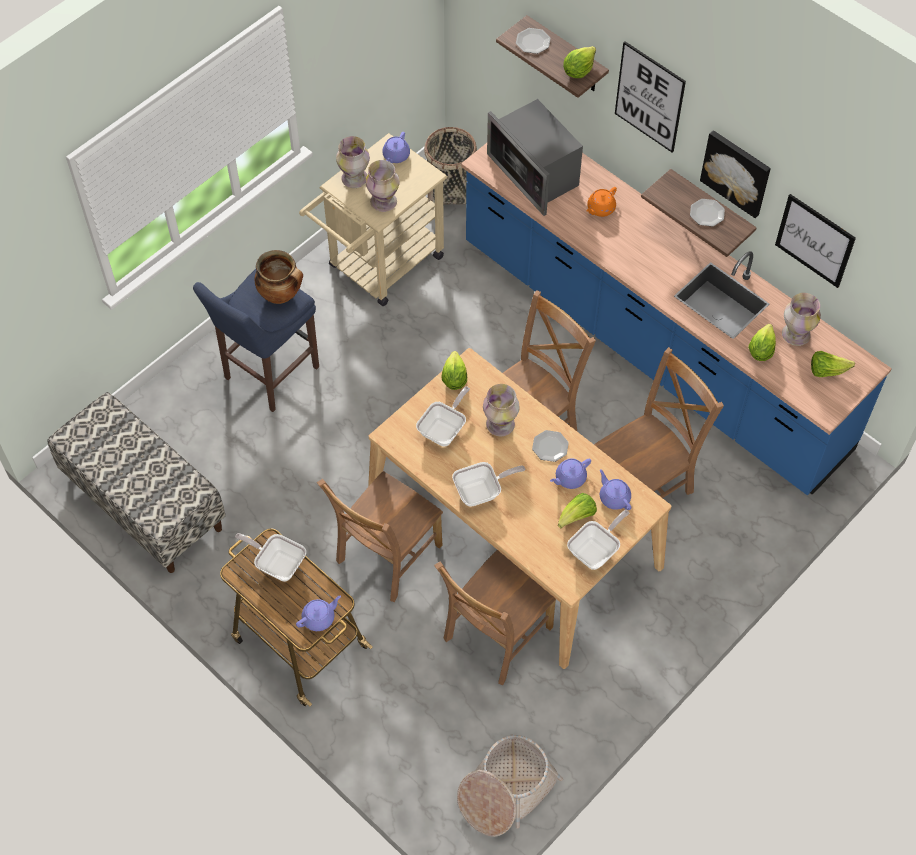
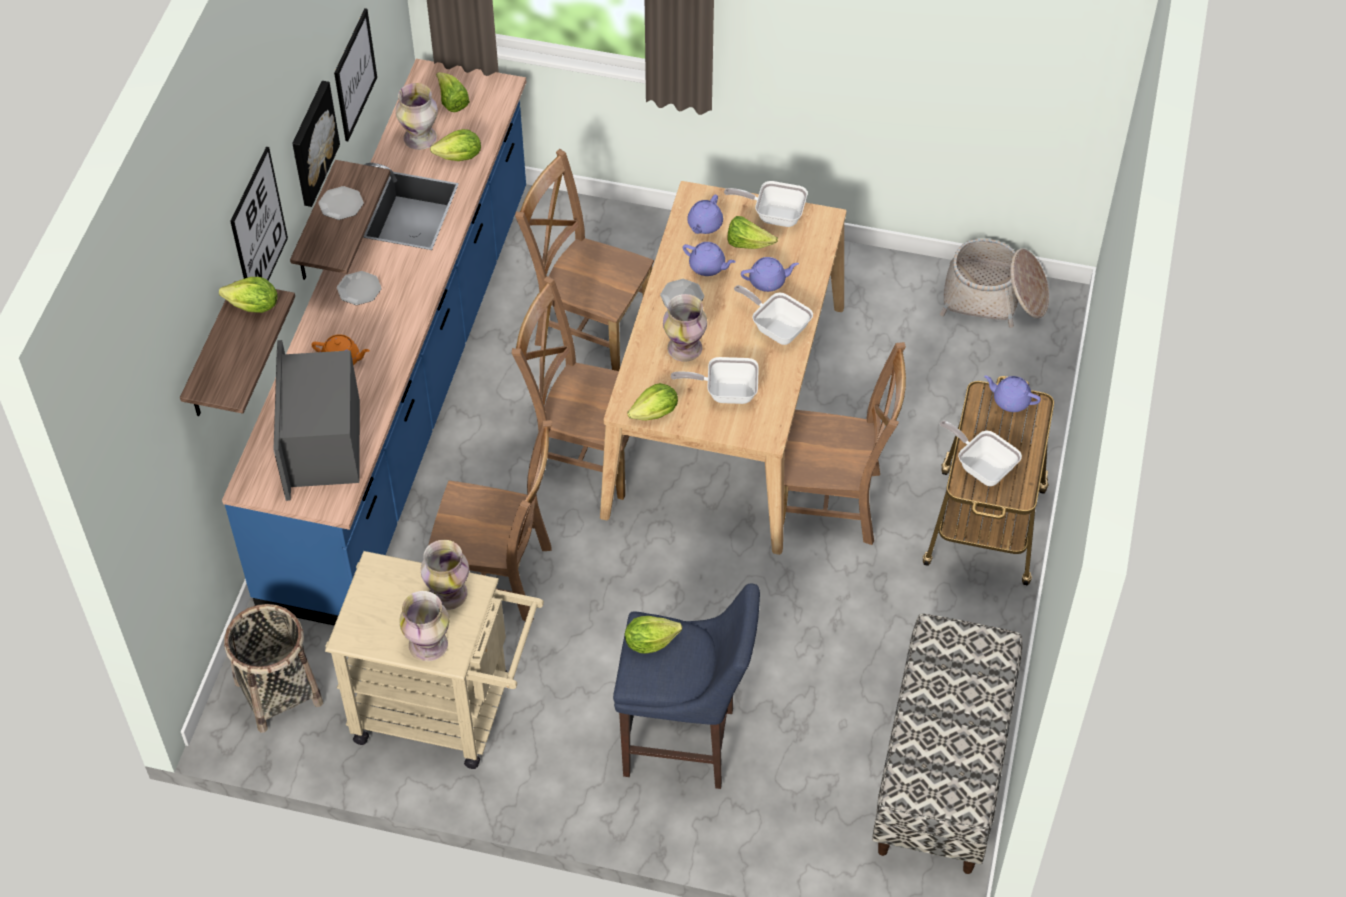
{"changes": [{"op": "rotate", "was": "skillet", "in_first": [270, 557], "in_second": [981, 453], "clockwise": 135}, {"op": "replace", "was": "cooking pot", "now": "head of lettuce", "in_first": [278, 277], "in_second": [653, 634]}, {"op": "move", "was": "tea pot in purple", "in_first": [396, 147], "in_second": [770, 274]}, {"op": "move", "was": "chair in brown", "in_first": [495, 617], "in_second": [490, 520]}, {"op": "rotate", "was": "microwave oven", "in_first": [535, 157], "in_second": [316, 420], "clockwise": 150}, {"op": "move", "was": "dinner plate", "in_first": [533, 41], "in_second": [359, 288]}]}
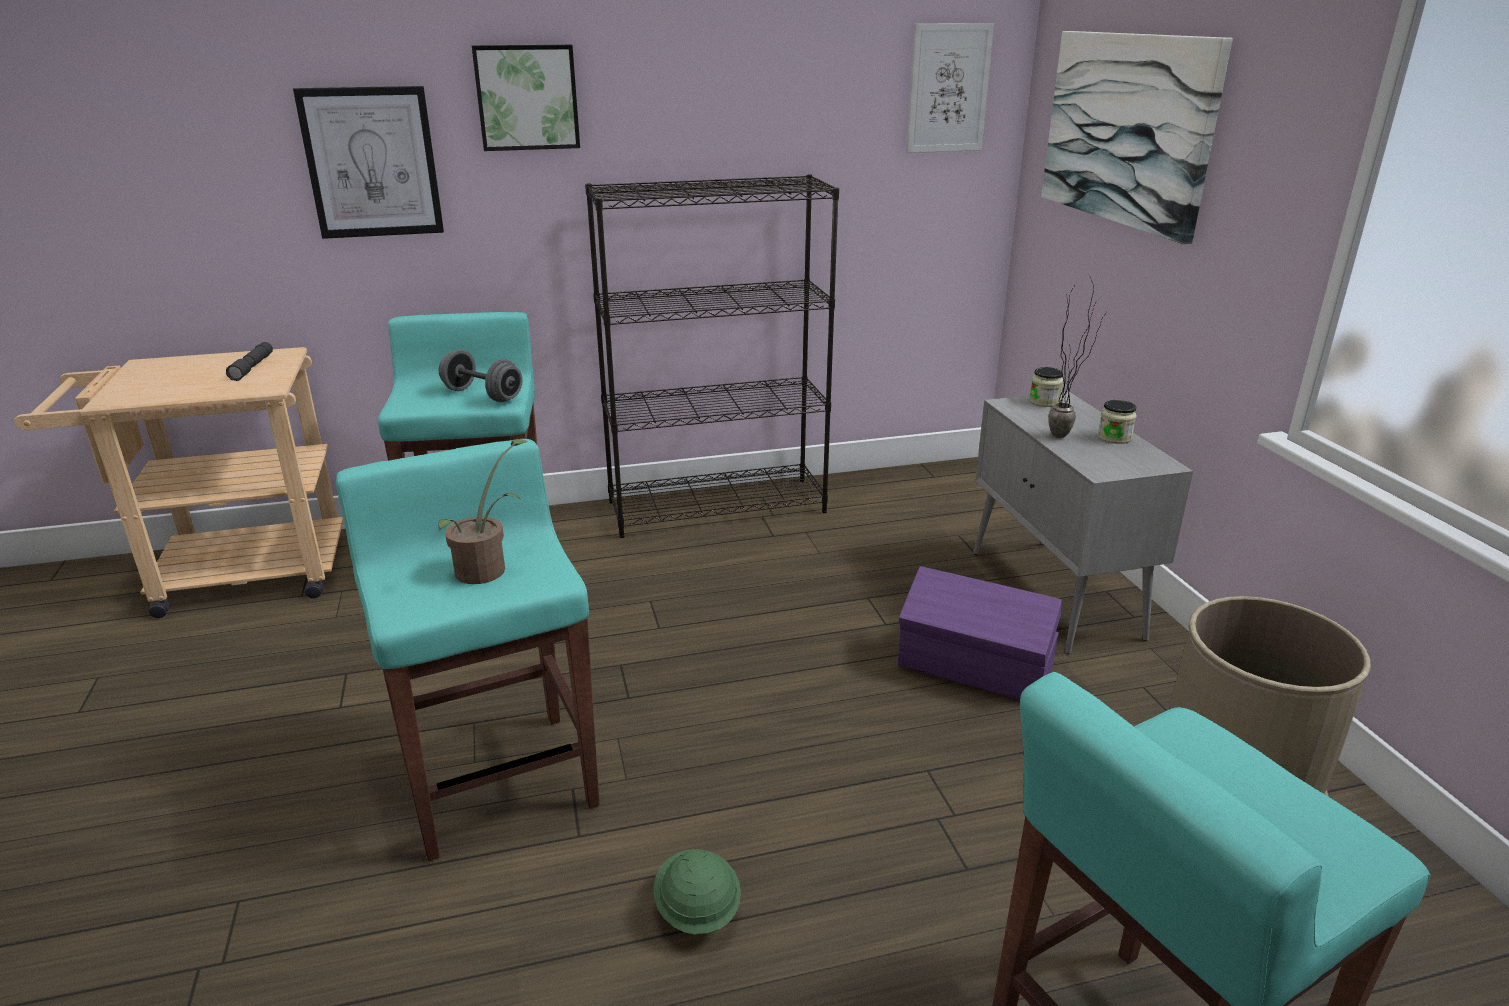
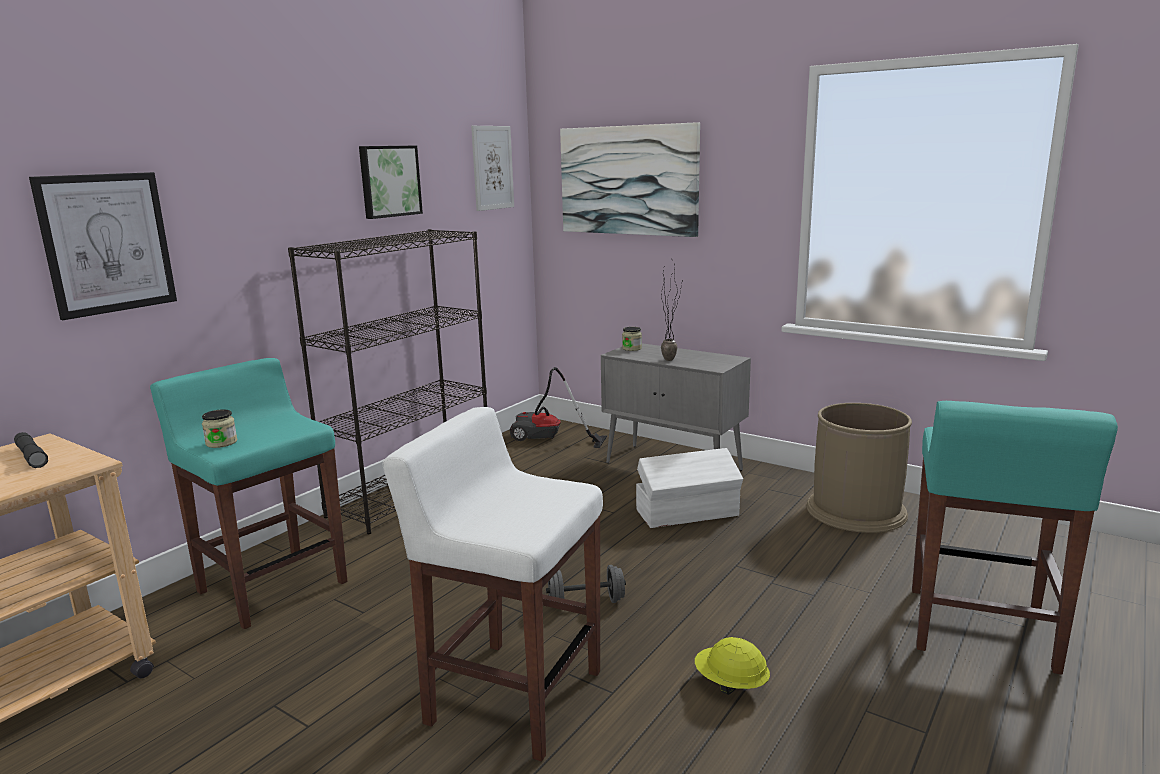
{"changes": [{"op": "recolor", "was": "stool seat in turquoise", "now": "stool seat in white-coloured", "in_first": [468, 650], "in_second": [493, 584]}, {"op": "delete", "was": "houseplant", "in_first": [484, 511]}, {"op": "move", "was": "dumbbell in grey", "in_first": [481, 375], "in_second": [586, 584]}, {"op": "move", "was": "picture", "in_first": [526, 98], "in_second": [391, 182]}, {"op": "recolor", "was": "hard hat in green-coloured", "now": "hard hat in yellow-coloured", "in_first": [697, 892], "in_second": [732, 666]}, {"op": "recolor", "was": "storage box in purple", "now": "storage box in white-coloured", "in_first": [980, 633], "in_second": [689, 488]}, {"op": "move", "was": "jar", "in_first": [1117, 422], "in_second": [219, 428]}, {"op": "insert", "now": "vacuum cleaner", "in_second": [558, 407]}]}
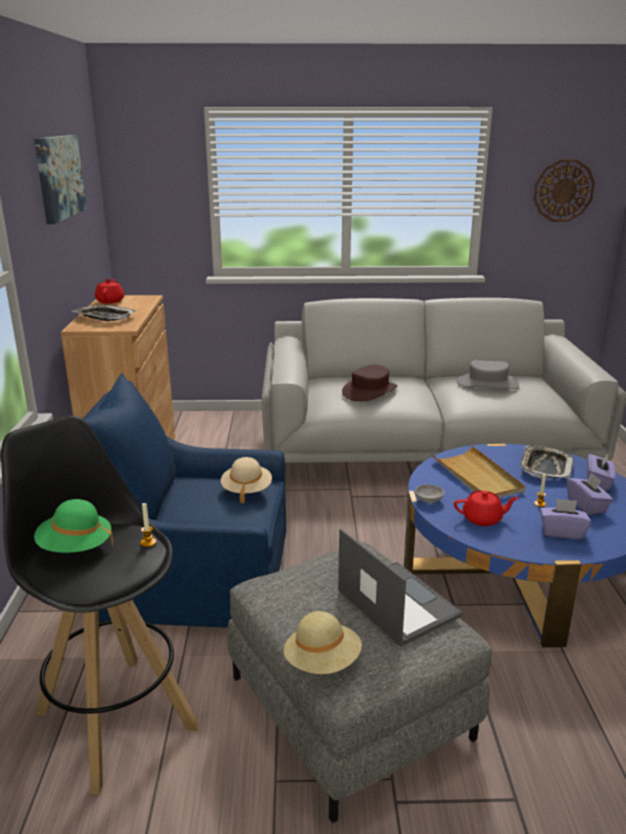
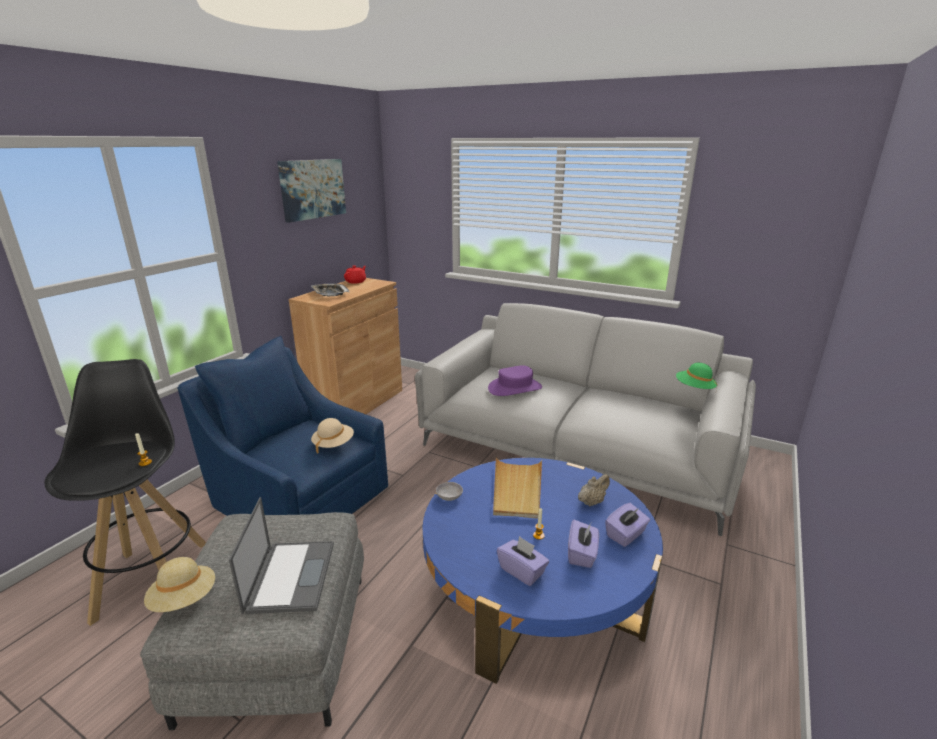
{"changes": [{"op": "move", "was": "hat in green-coloured", "in_first": [74, 526], "in_second": [696, 376]}, {"op": "recolor", "was": "hat in brown", "now": "hat in purple", "in_first": [369, 383], "in_second": [515, 380]}, {"op": "delete", "was": "tea pot in reddish", "in_first": [486, 508]}, {"op": "delete", "was": "hat in grey", "in_first": [488, 374]}, {"op": "replace", "was": "tray", "now": "tea pot in sand-coloured", "in_first": [547, 462], "in_second": [594, 490]}, {"op": "delete", "was": "wall clock", "in_first": [564, 190]}]}
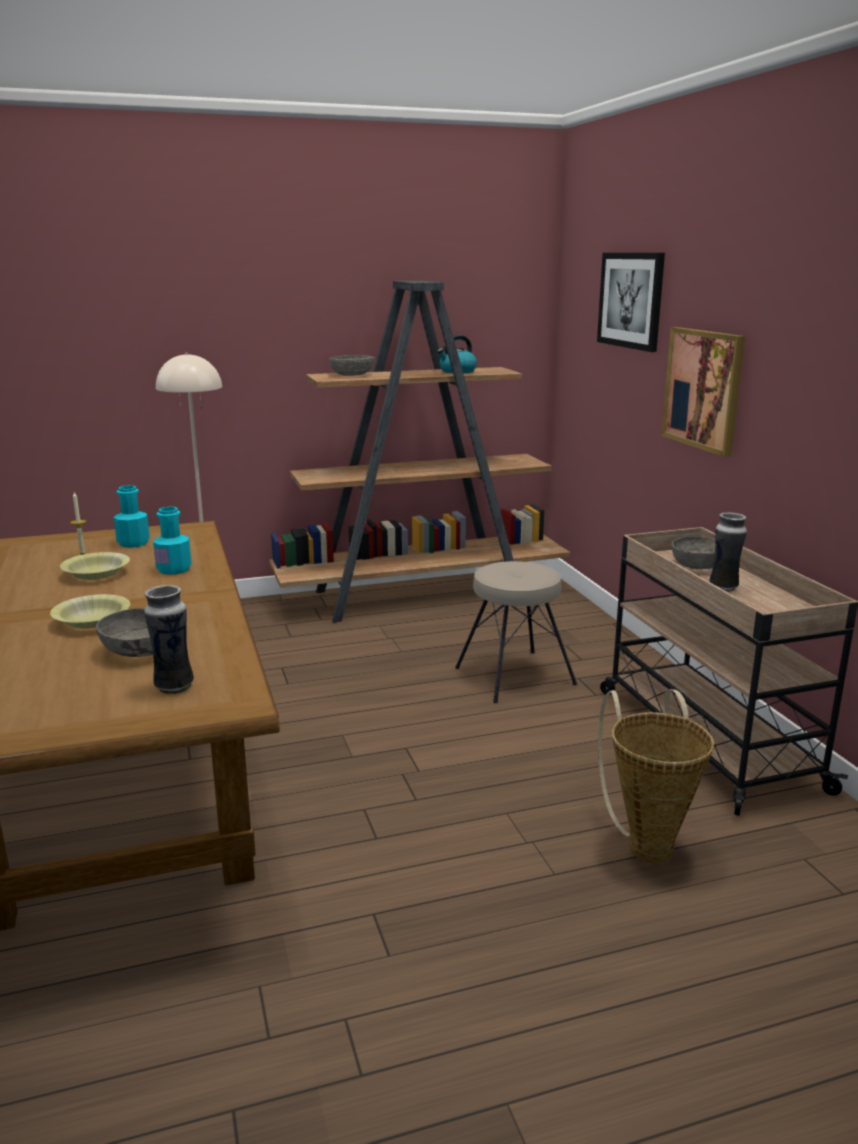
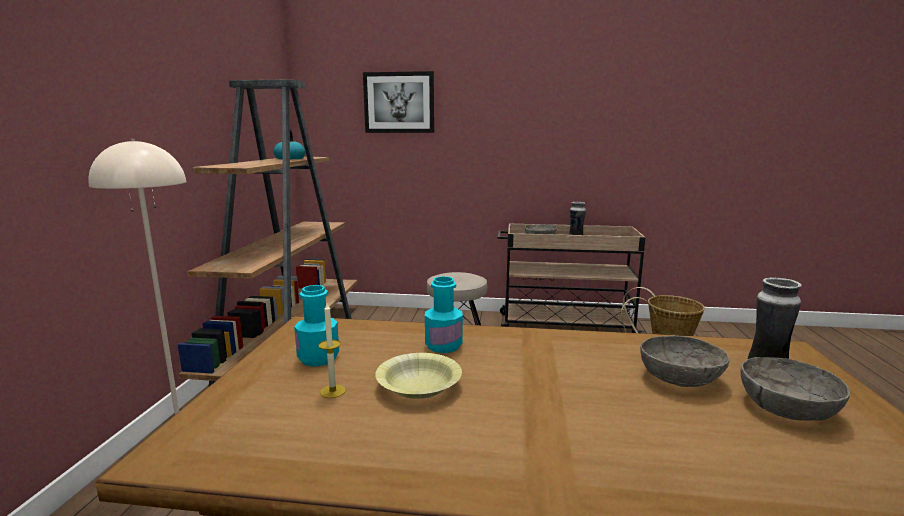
{"changes": [{"op": "delete", "was": "bowl in yellow-coloured", "in_first": [90, 611]}, {"op": "move", "was": "bowl in grey", "in_first": [352, 365], "in_second": [795, 389]}, {"op": "delete", "was": "picture", "in_first": [703, 392]}]}
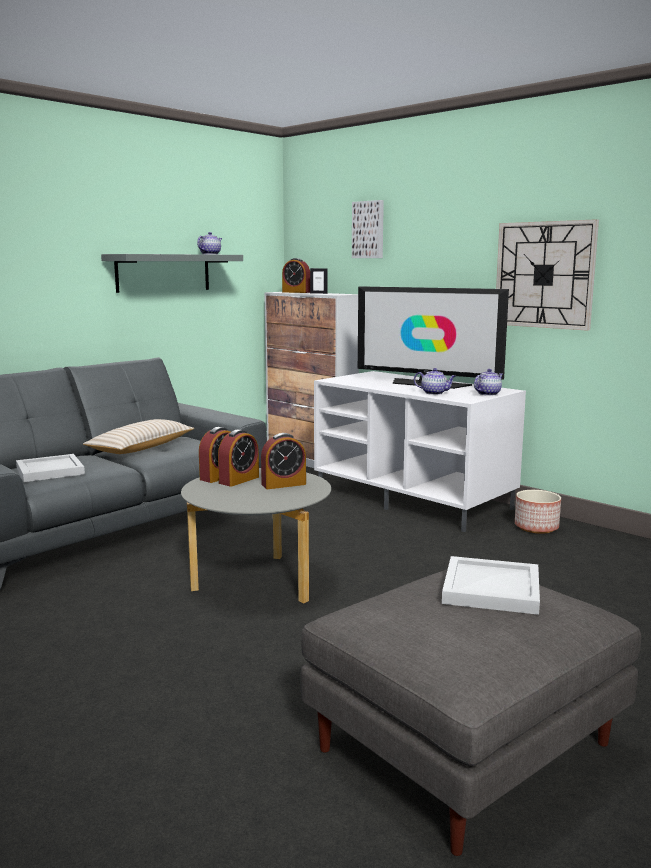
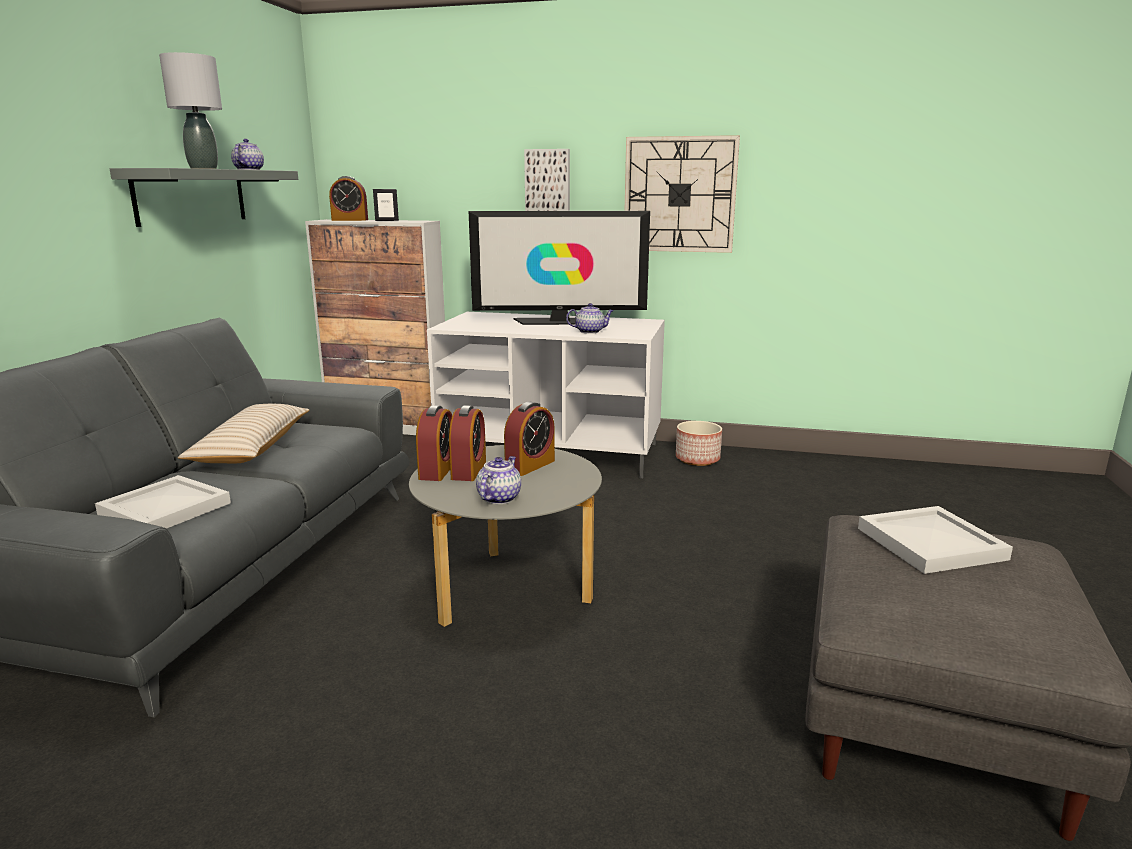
{"changes": [{"op": "move", "was": "picture", "in_first": [368, 229], "in_second": [547, 180]}, {"op": "move", "was": "tea pot", "in_first": [488, 382], "in_second": [498, 480]}, {"op": "insert", "now": "table lamp in grey", "in_second": [190, 110]}]}
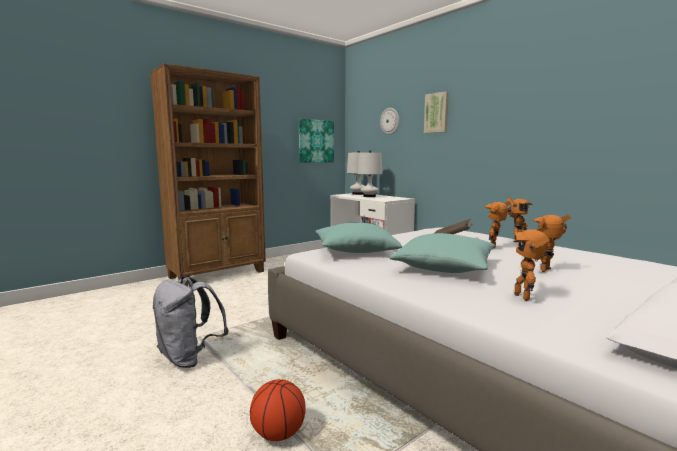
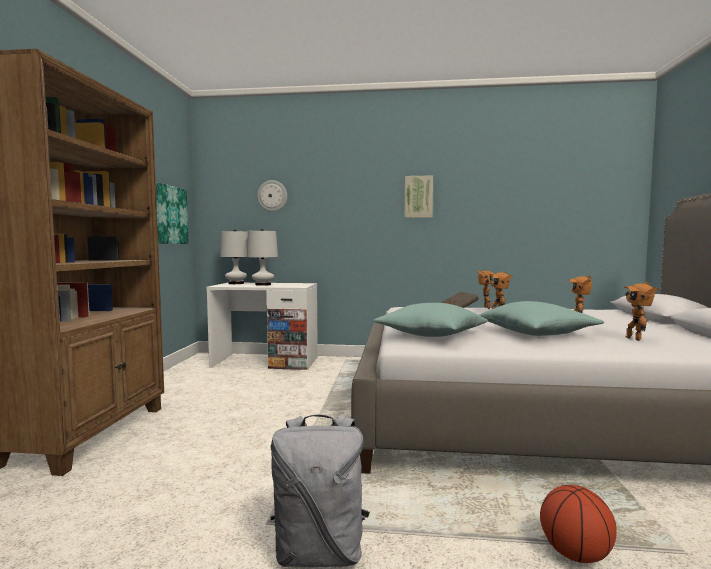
{"changes": [{"op": "move", "was": "picture", "in_first": [436, 112], "in_second": [418, 196]}, {"op": "rotate", "was": "robot figure", "in_first": [531, 263], "in_second": [641, 311], "clockwise": 45}]}
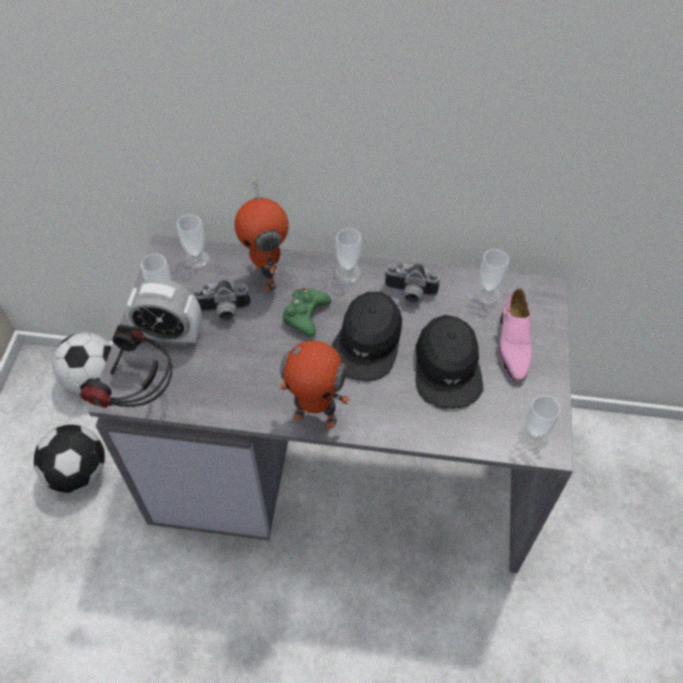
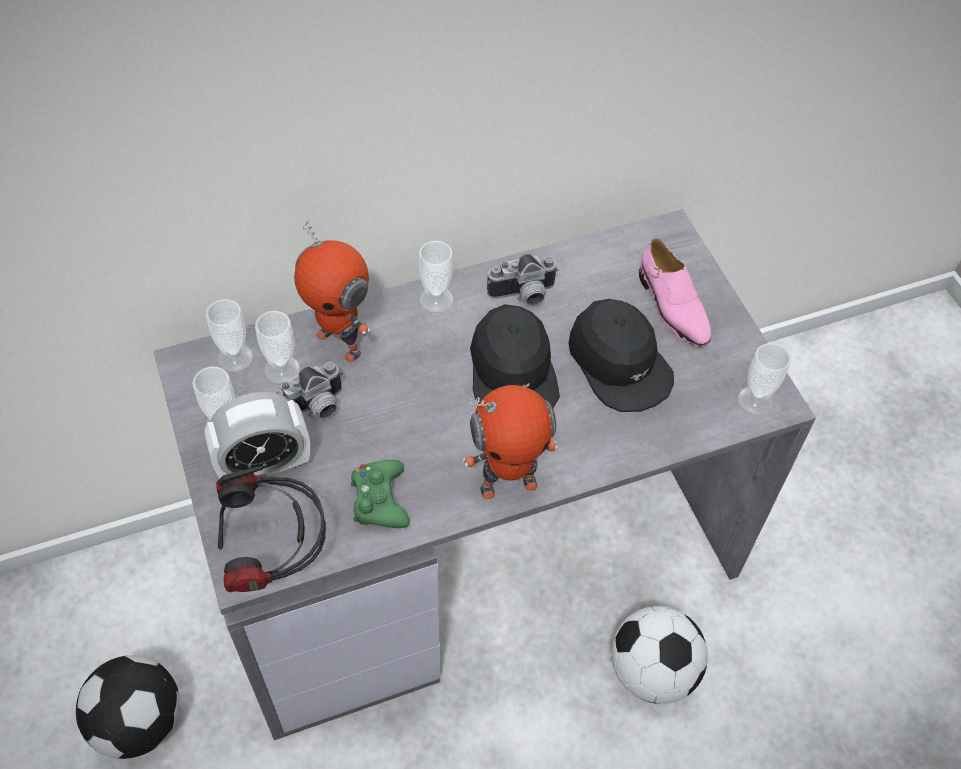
{"changes": [{"op": "move", "was": "football", "in_first": [82, 363], "in_second": [659, 655]}, {"op": "move", "was": "joypad in green-coloured", "in_first": [307, 312], "in_second": [380, 494]}, {"op": "move", "was": "small cup", "in_first": [492, 276], "in_second": [277, 347]}]}
